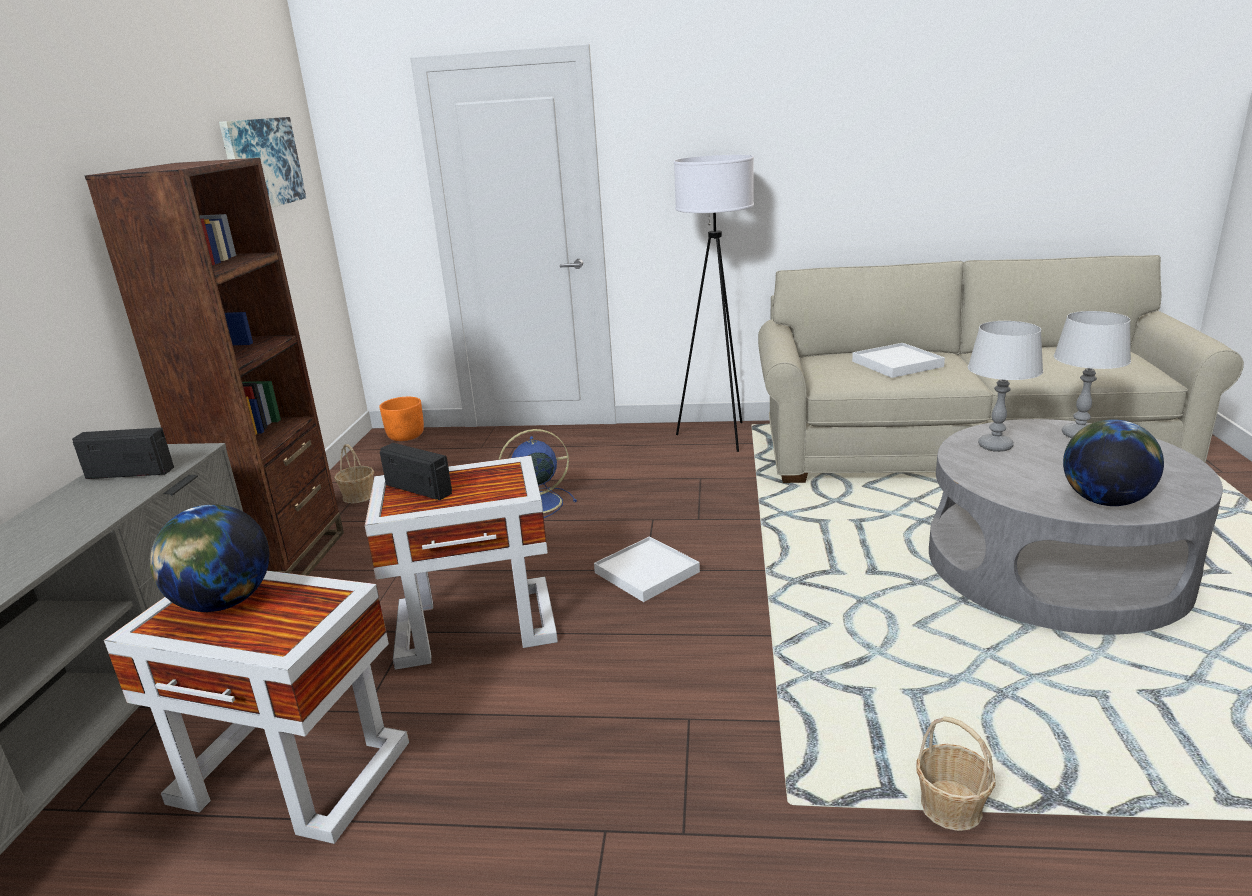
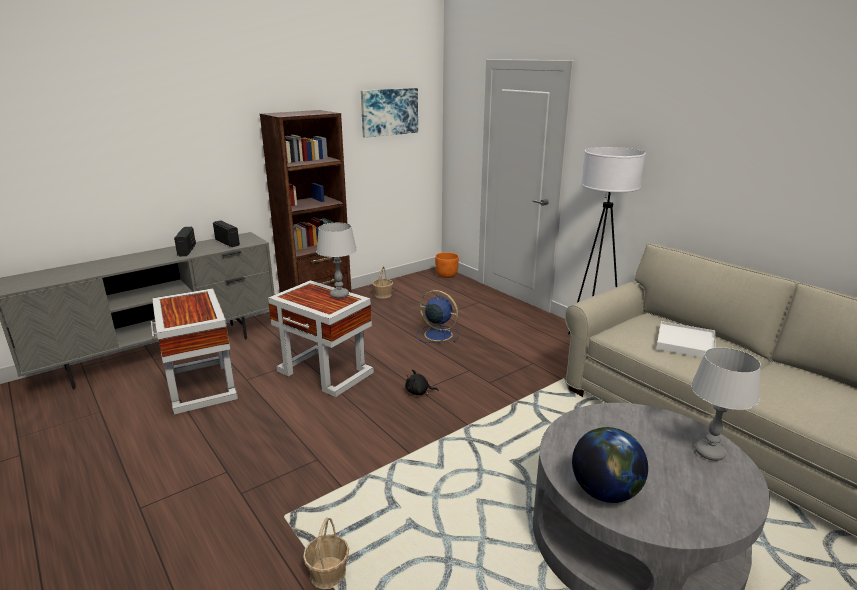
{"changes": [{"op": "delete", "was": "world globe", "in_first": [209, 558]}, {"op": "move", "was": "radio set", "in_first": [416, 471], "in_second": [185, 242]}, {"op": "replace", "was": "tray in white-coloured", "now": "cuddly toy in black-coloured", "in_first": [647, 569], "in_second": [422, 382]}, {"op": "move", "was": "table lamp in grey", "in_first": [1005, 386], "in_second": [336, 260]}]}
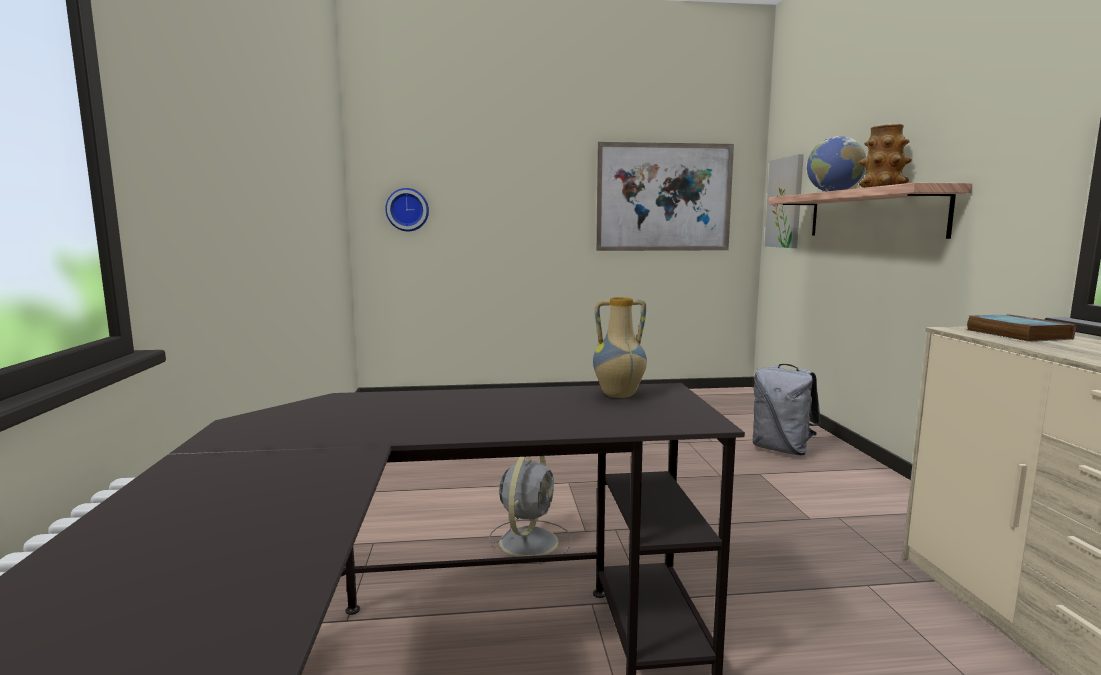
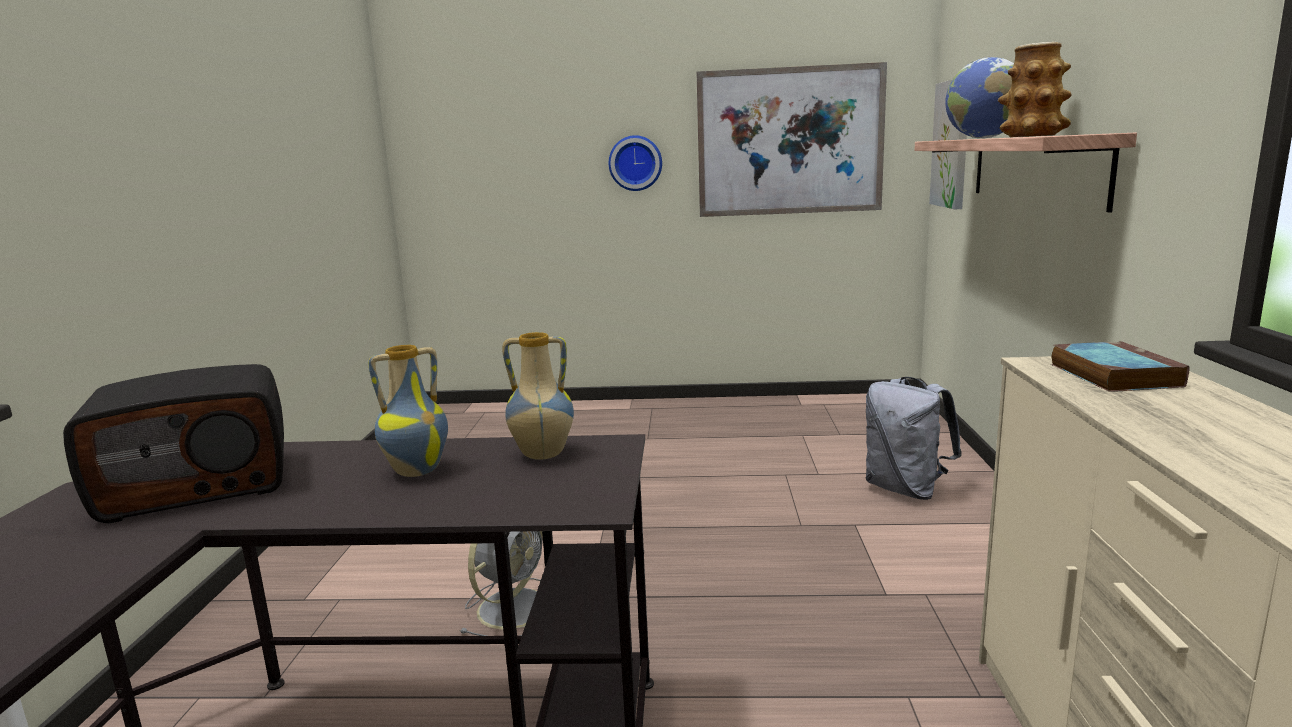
{"changes": [{"op": "move", "was": "wall clock", "in_first": [407, 209], "in_second": [635, 163]}, {"op": "insert", "now": "radio set", "in_second": [173, 443]}, {"op": "insert", "now": "vase", "in_second": [408, 411]}]}
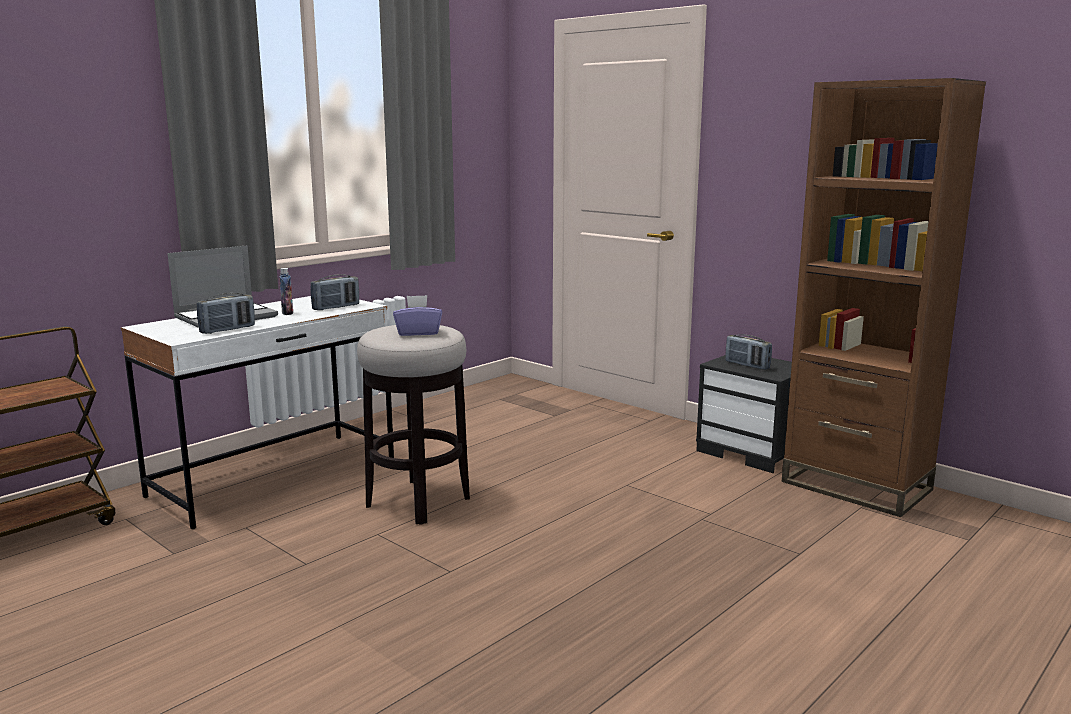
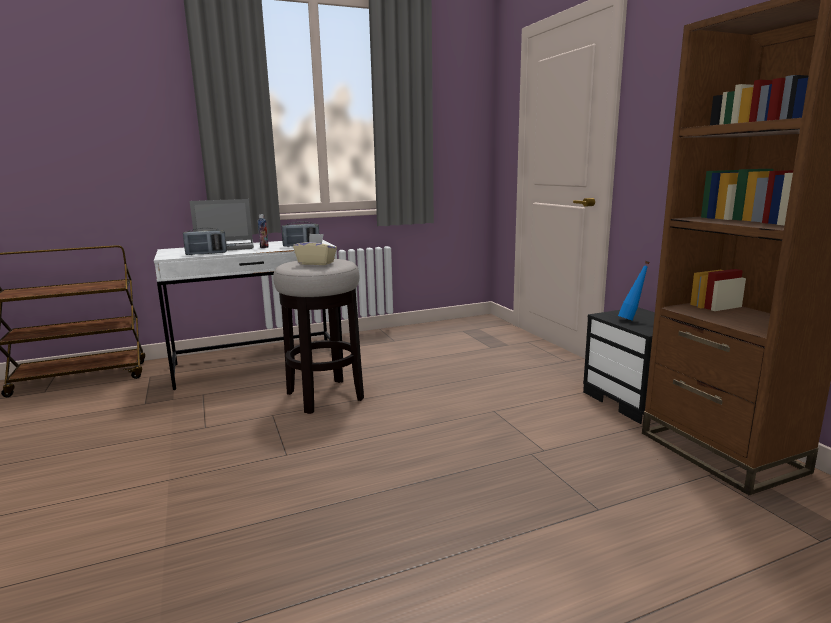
{"changes": [{"op": "recolor", "was": "tissue box in purple", "now": "tissue box in sand-coloured", "in_first": [417, 315], "in_second": [315, 249]}, {"op": "replace", "was": "radio set", "now": "beverage bottle in blue-coloured", "in_first": [748, 352], "in_second": [634, 290]}]}
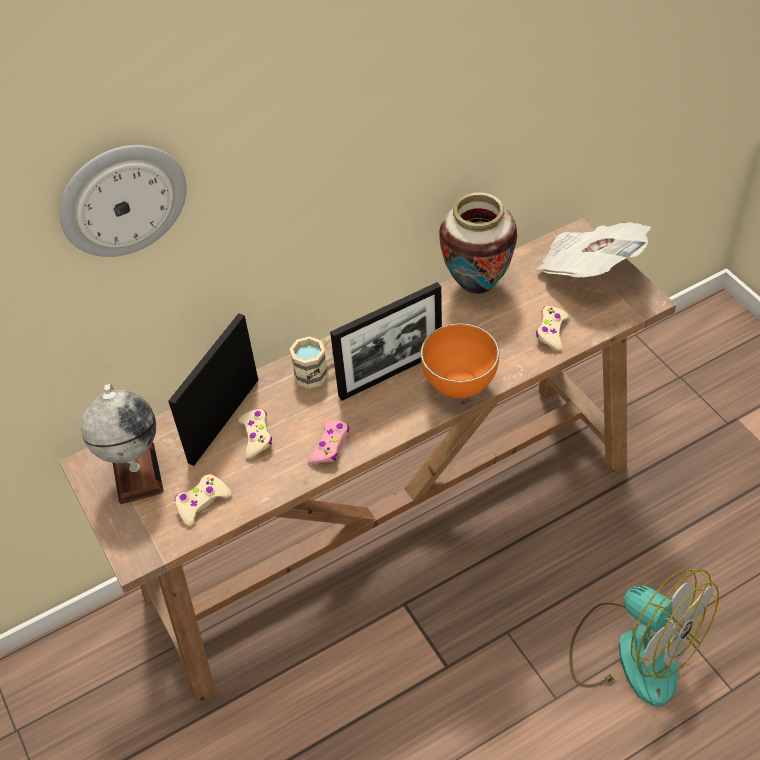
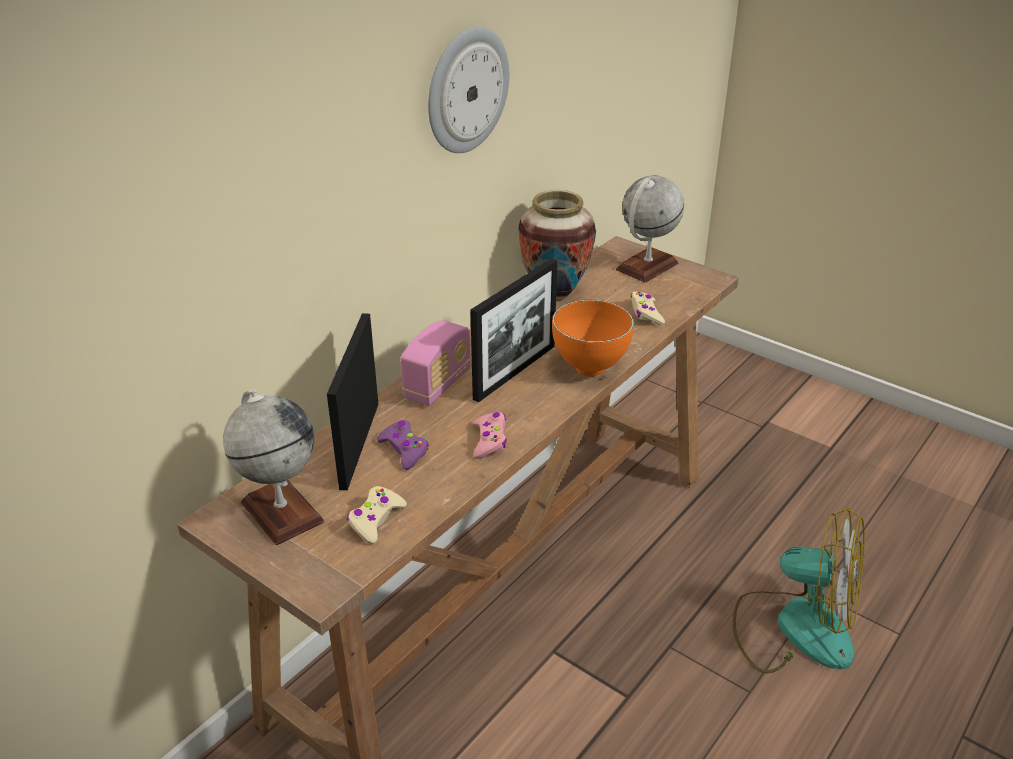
{"changes": [{"op": "move", "was": "wall clock", "in_first": [123, 201], "in_second": [468, 90]}, {"op": "recolor", "was": "joypad in sand-coloured", "now": "joypad in purple", "in_first": [255, 434], "in_second": [403, 445]}, {"op": "replace", "was": "mug in sand-coloured", "now": "radio set", "in_first": [311, 362], "in_second": [435, 363]}, {"op": "replace", "was": "newspaper", "now": "world globe", "in_first": [594, 250], "in_second": [650, 229]}]}
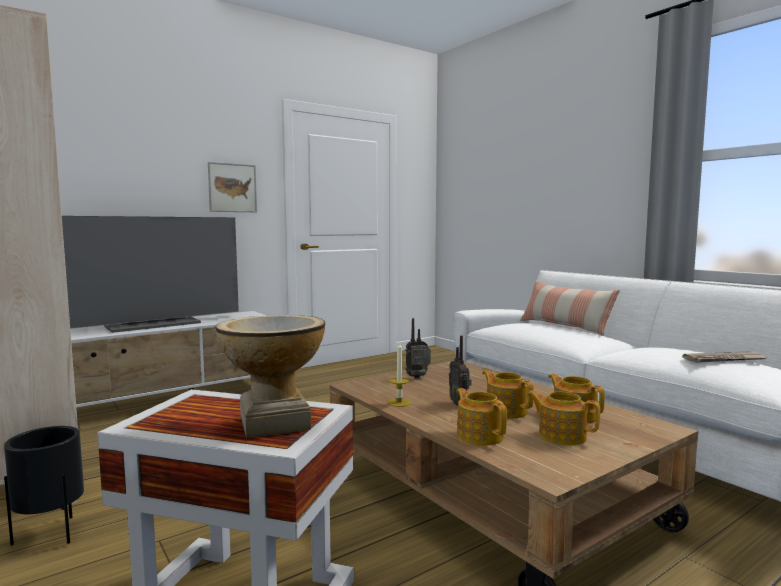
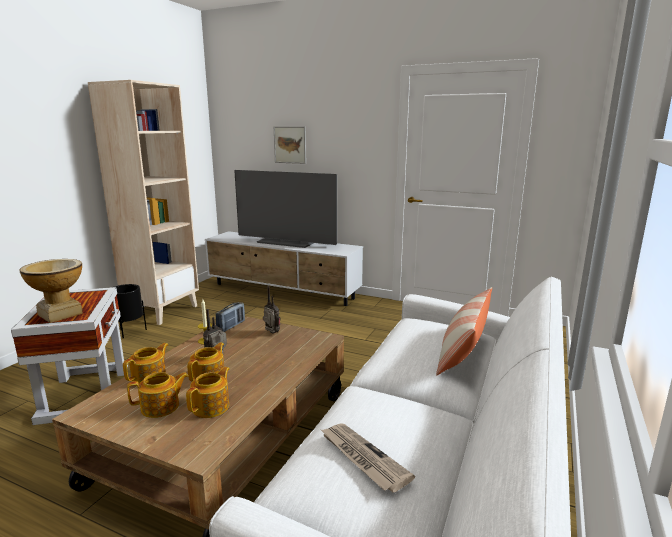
{"changes": [{"op": "move", "was": "picture", "in_first": [232, 187], "in_second": [290, 145]}, {"op": "rotate", "was": "tea pot", "in_first": [563, 417], "in_second": [158, 395], "clockwise": 60}, {"op": "insert", "now": "radio set", "in_second": [230, 317]}]}
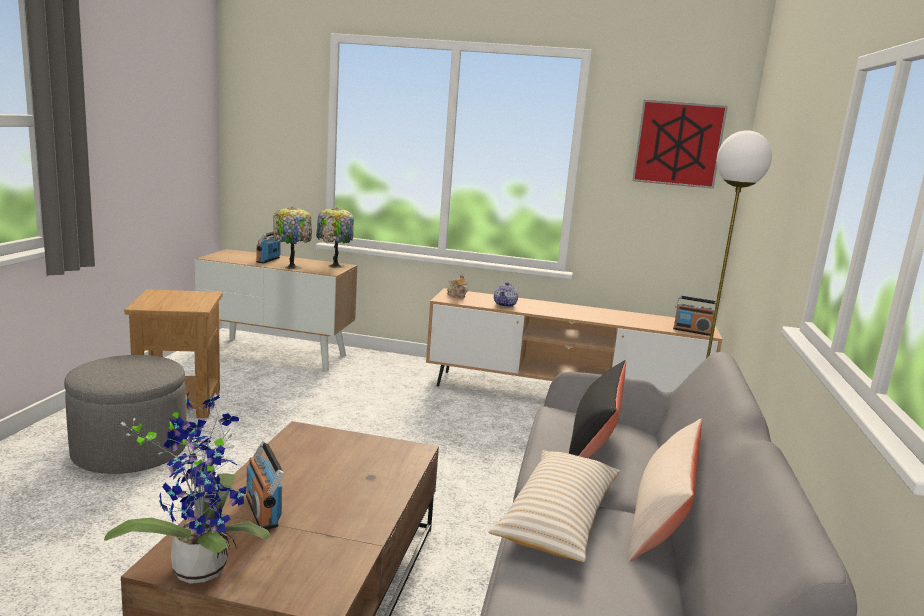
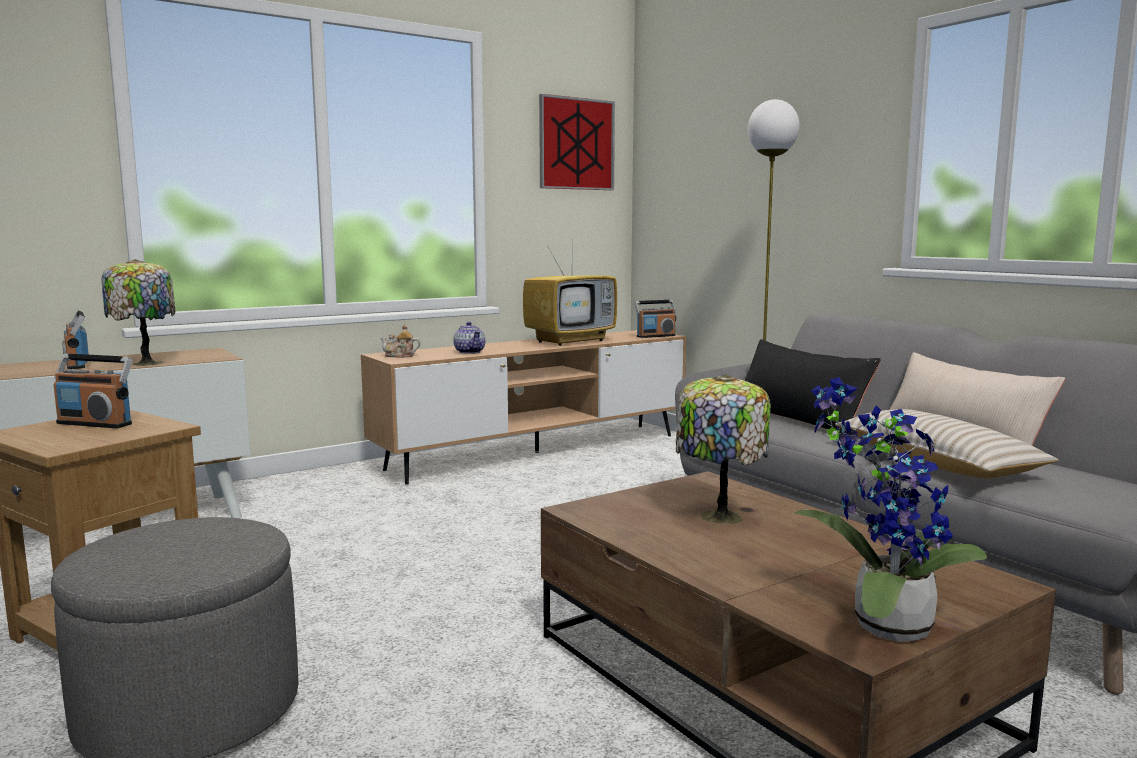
{"changes": [{"op": "move", "was": "radio set", "in_first": [265, 485], "in_second": [92, 391]}, {"op": "move", "was": "table lamp", "in_first": [335, 237], "in_second": [723, 449]}, {"op": "insert", "now": "television", "in_second": [570, 296]}]}
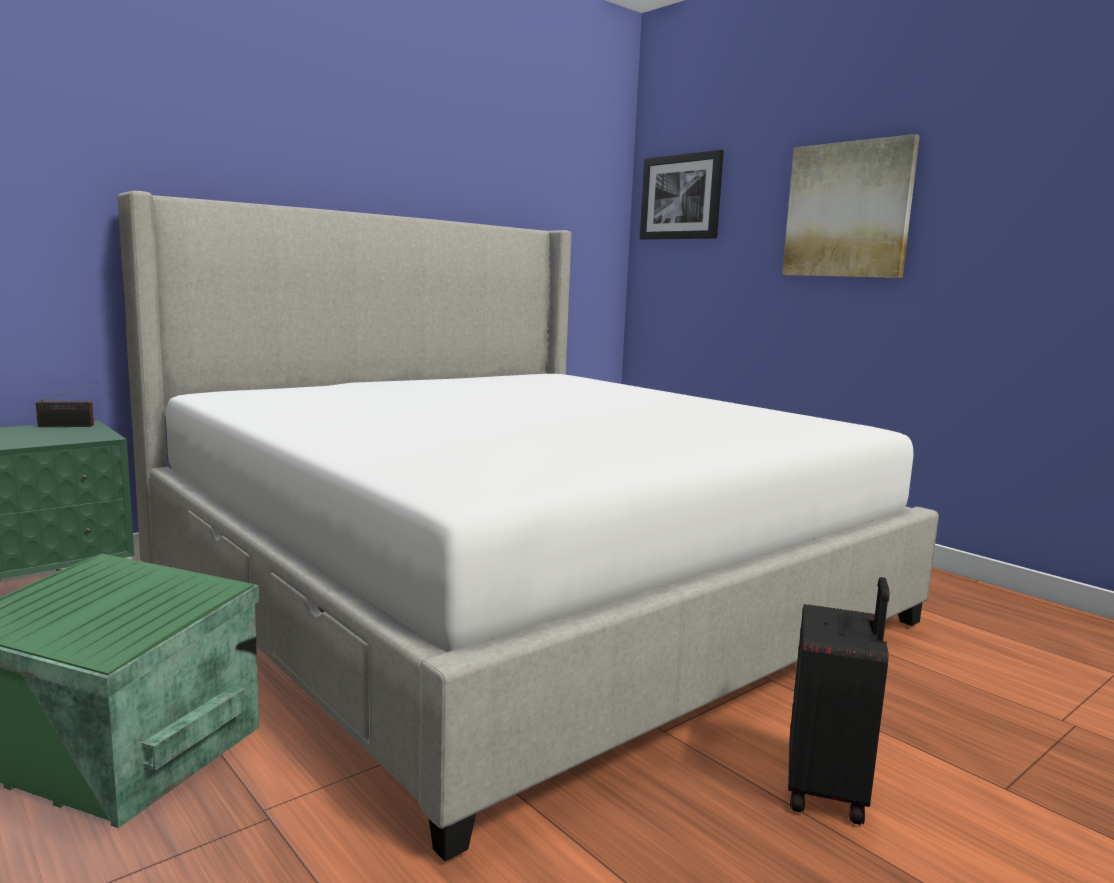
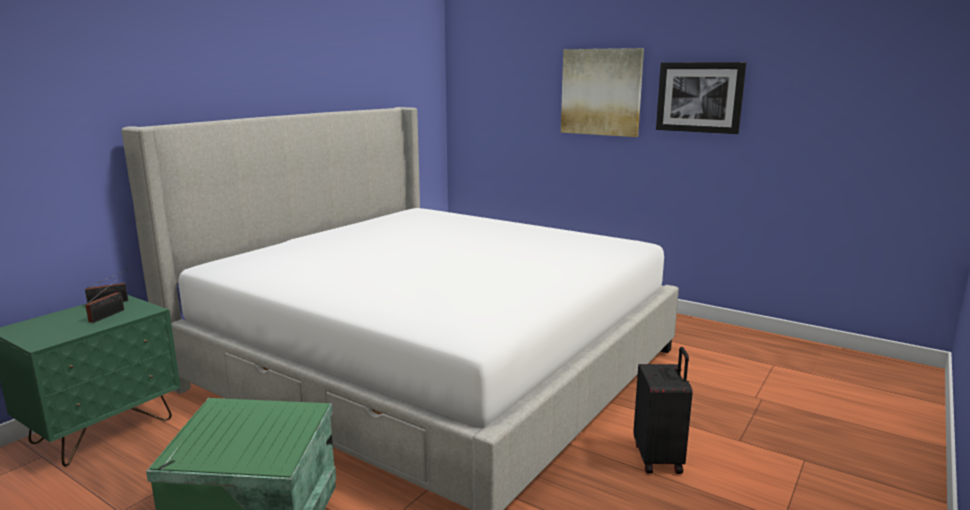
{"changes": [{"op": "move", "was": "picture", "in_first": [682, 195], "in_second": [701, 98]}, {"op": "insert", "now": "radio set", "in_second": [104, 300]}]}
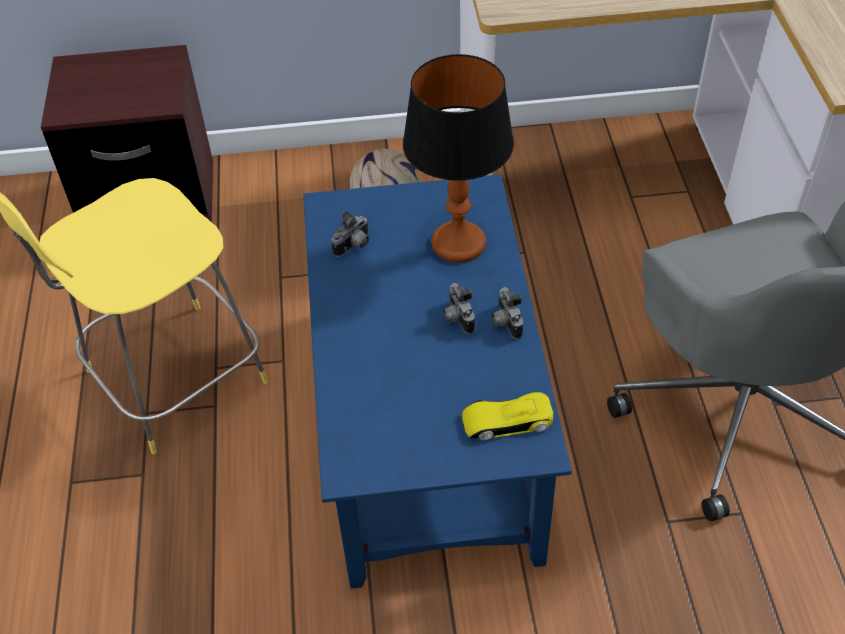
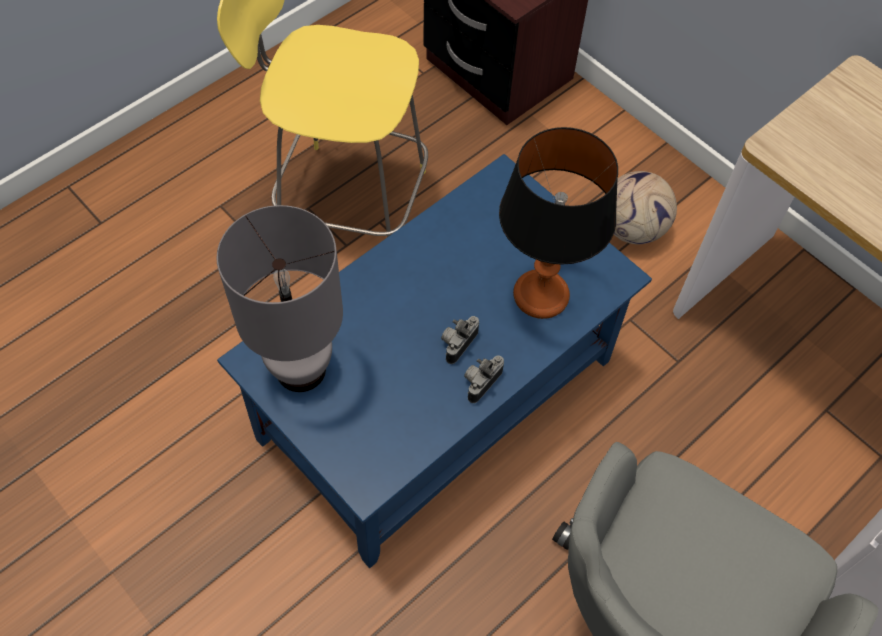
{"changes": [{"op": "delete", "was": "photo camera", "in_first": [350, 234]}, {"op": "delete", "was": "model car in yellow-coloured", "in_first": [507, 416]}, {"op": "insert", "now": "table lamp in grey", "in_second": [280, 298]}]}
